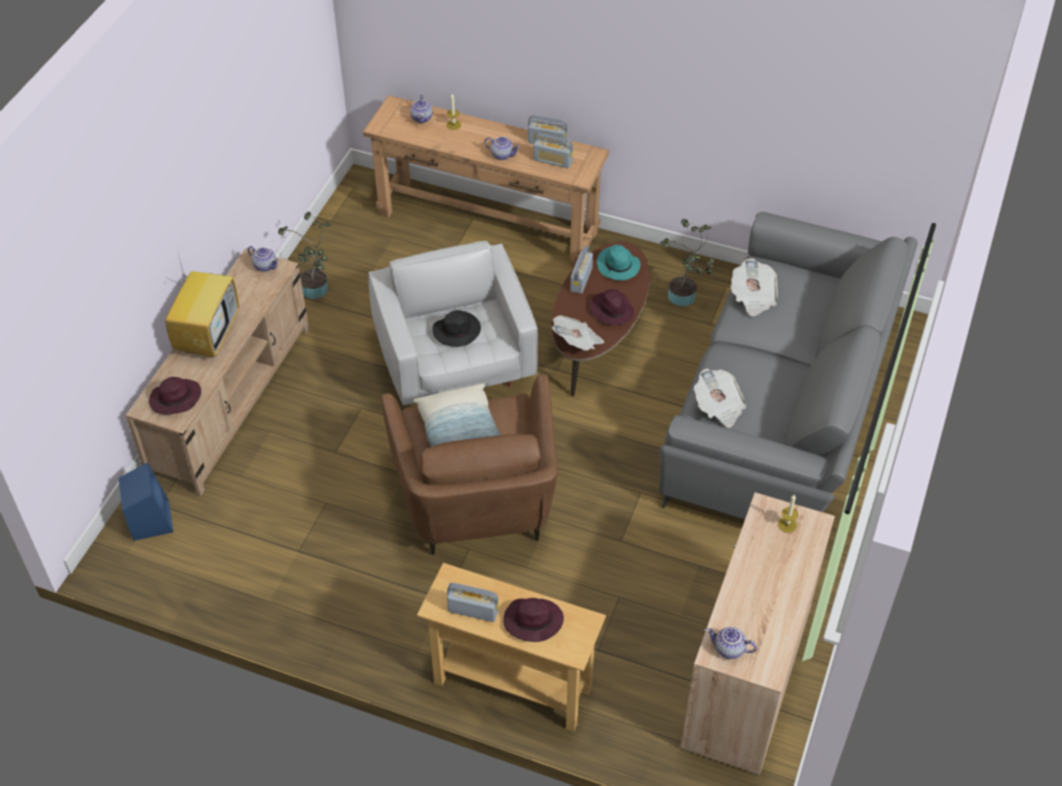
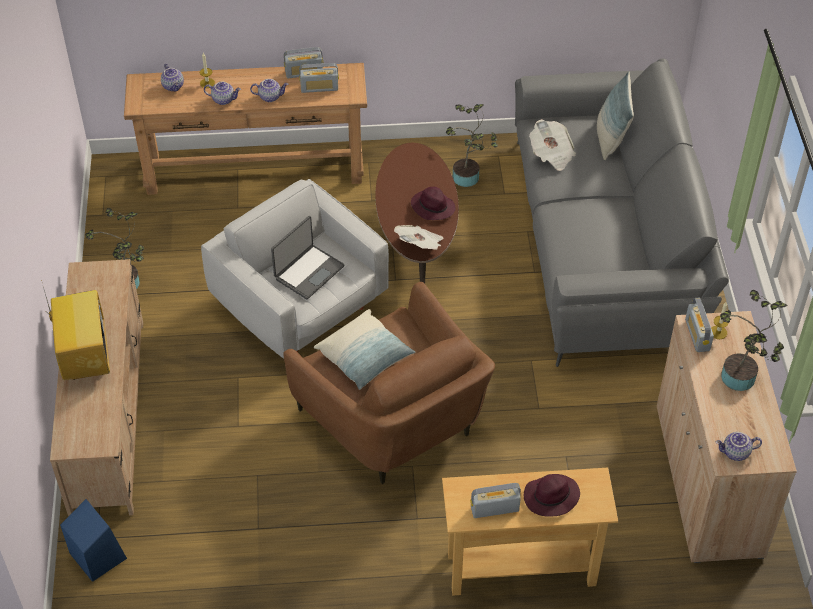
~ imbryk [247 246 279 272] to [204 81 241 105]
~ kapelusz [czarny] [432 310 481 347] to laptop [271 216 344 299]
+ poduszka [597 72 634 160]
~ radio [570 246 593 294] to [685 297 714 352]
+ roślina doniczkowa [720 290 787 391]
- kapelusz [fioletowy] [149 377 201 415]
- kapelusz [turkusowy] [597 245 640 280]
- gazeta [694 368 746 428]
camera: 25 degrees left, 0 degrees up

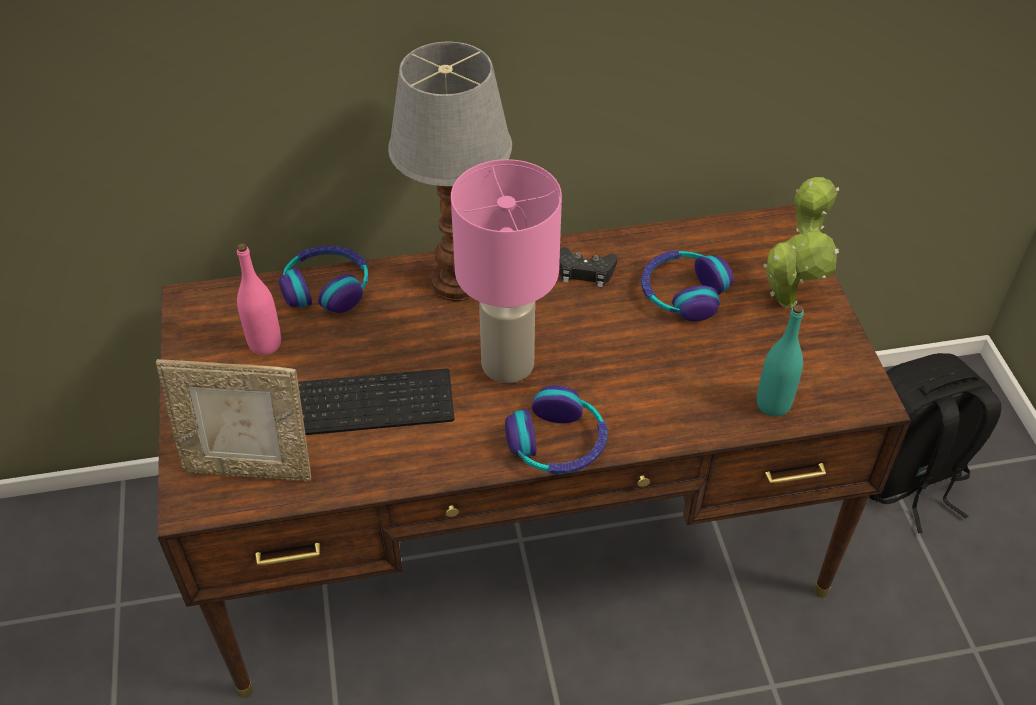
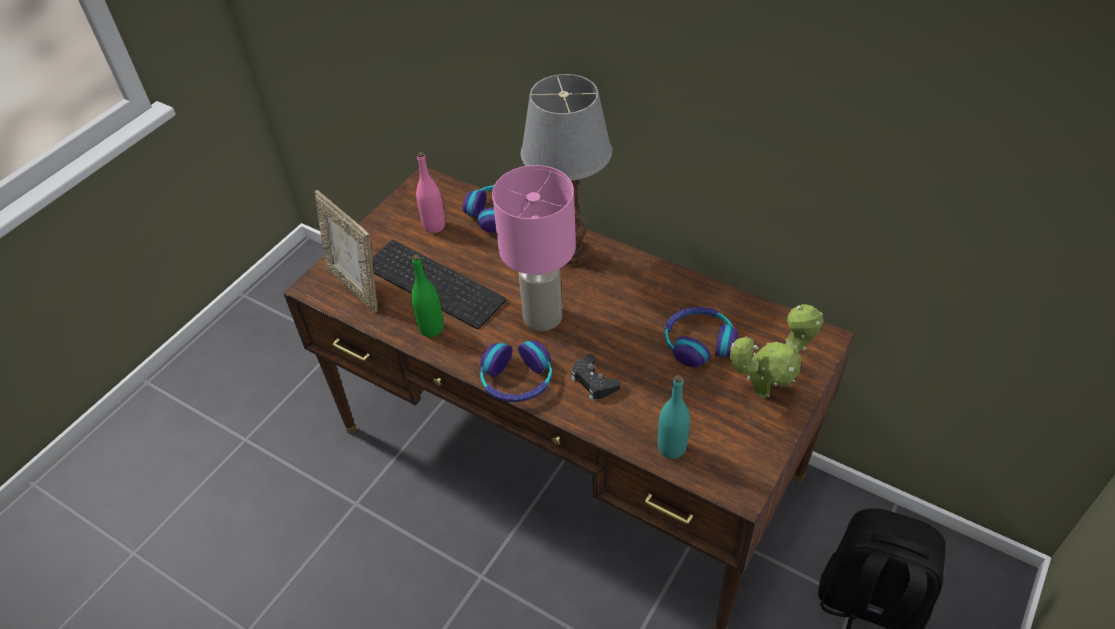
+ butelka [zielony] [411 254 444 337]
~ pad do gier [czarny] [559 247 617 287] to [571 354 620 400]
camera: 45 degrees right, 0 degrees up

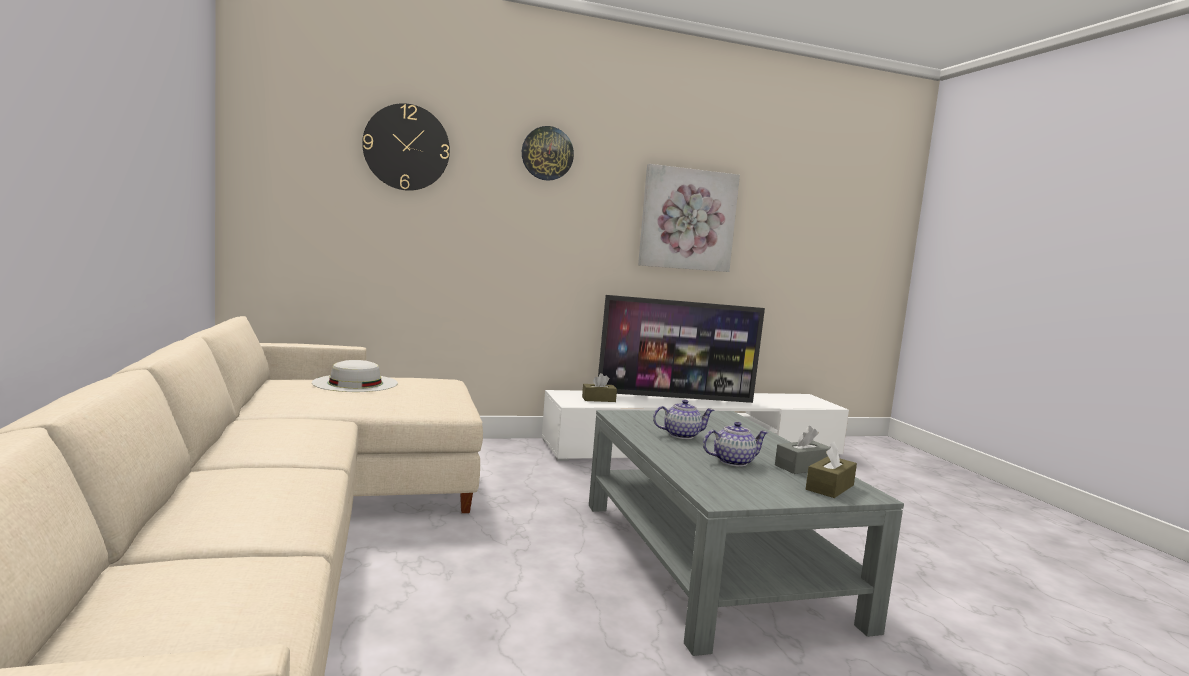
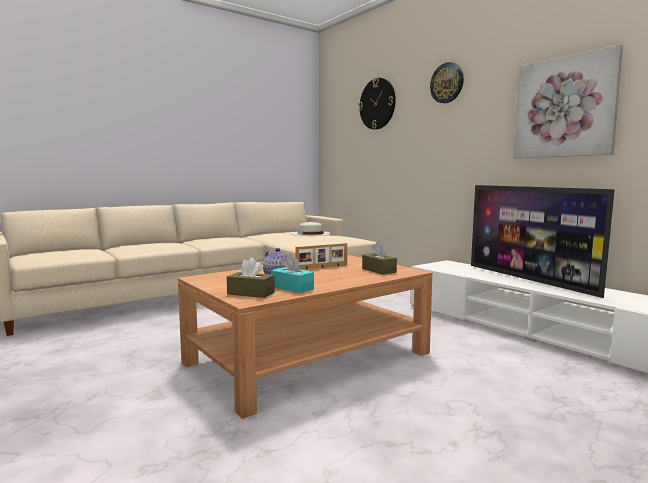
~ ława [szary] [589 410 904 656] to ława [brązowy] [178 255 433 419]
~ pudełko chusteczek [szary] [775 426 830 474] to pudełko chusteczek [turkusowy] [271 254 314 293]
~ imbryk [653 400 715 439] to ramka na zdjęcie [295 243 347 270]
~ pudełko chusteczek [brązowy] [582 373 617 402] to [362 242 397 275]
camera: 70 degrees right, 0 degrees up

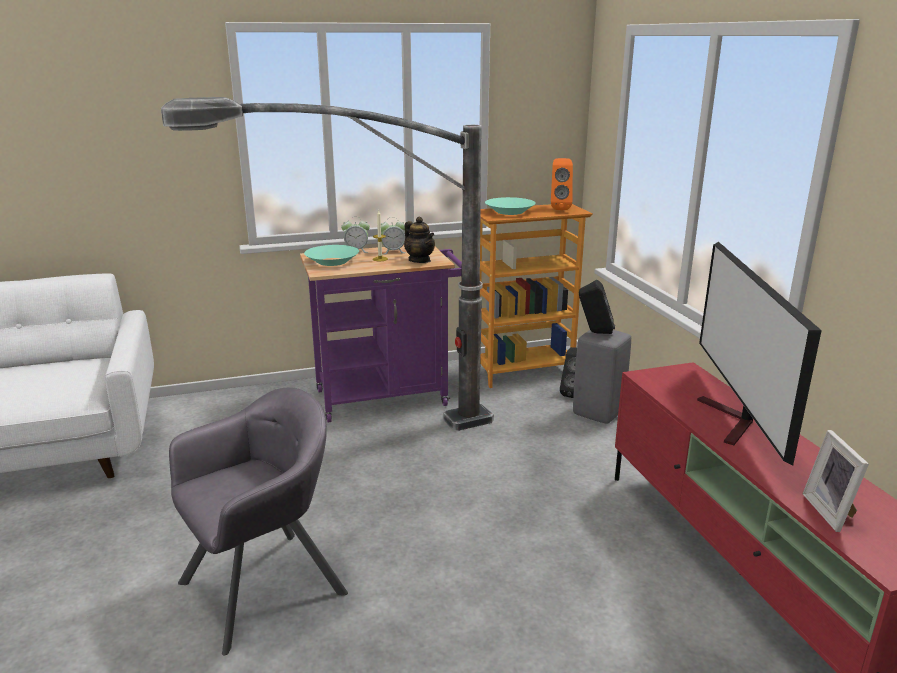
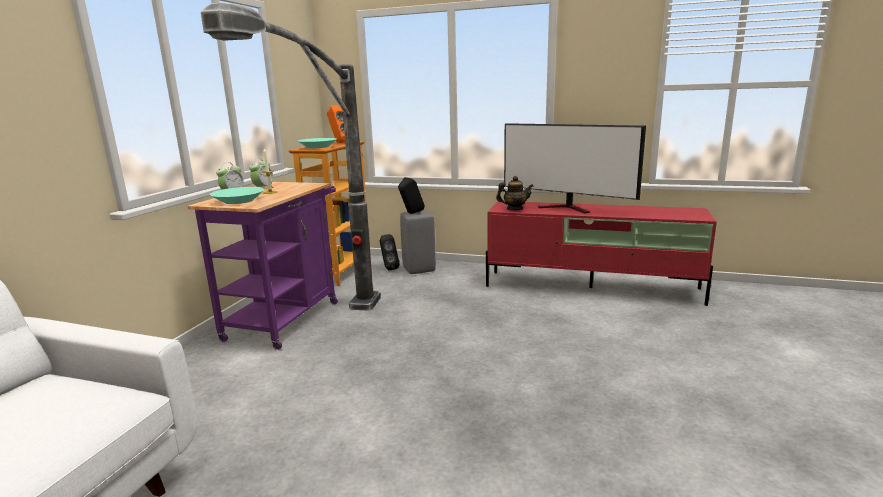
~ imbryk [404 217 435 263] to [496 176 533 210]
- fotel [szary] [169 387 348 656]
- ramka na zdjęcie [803 430 869 532]
camera: 55 degrees left, 5 degrees down

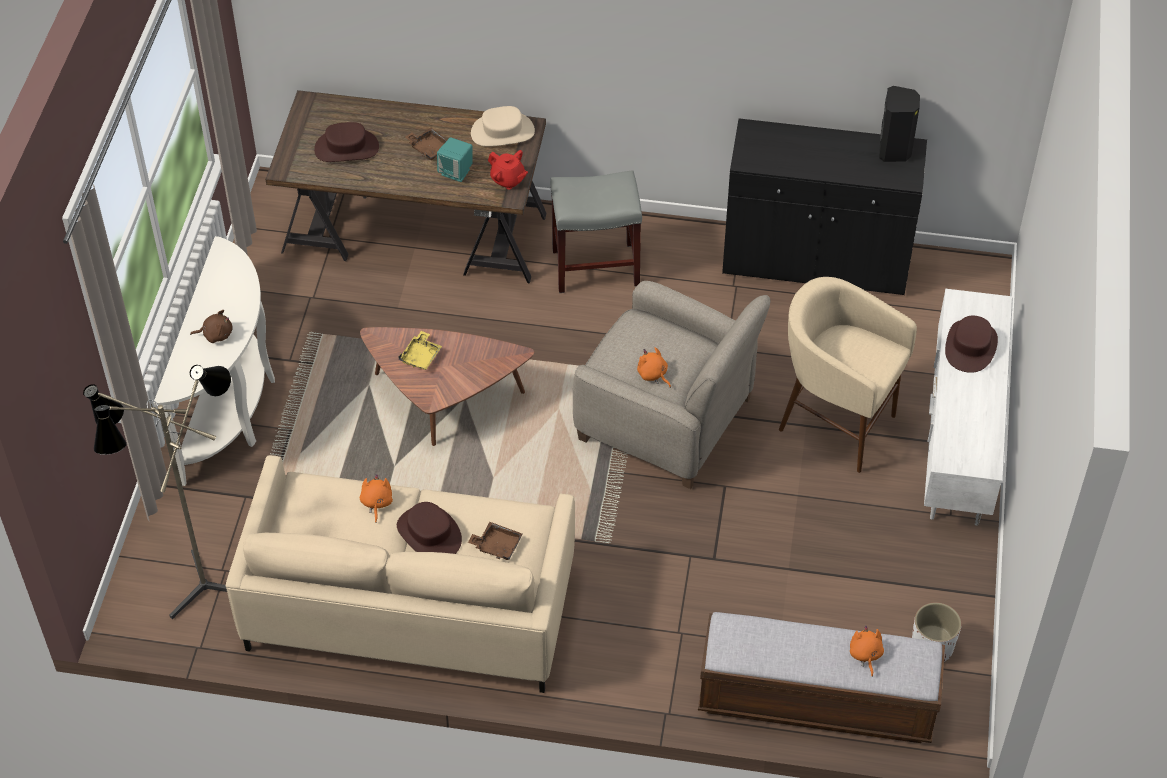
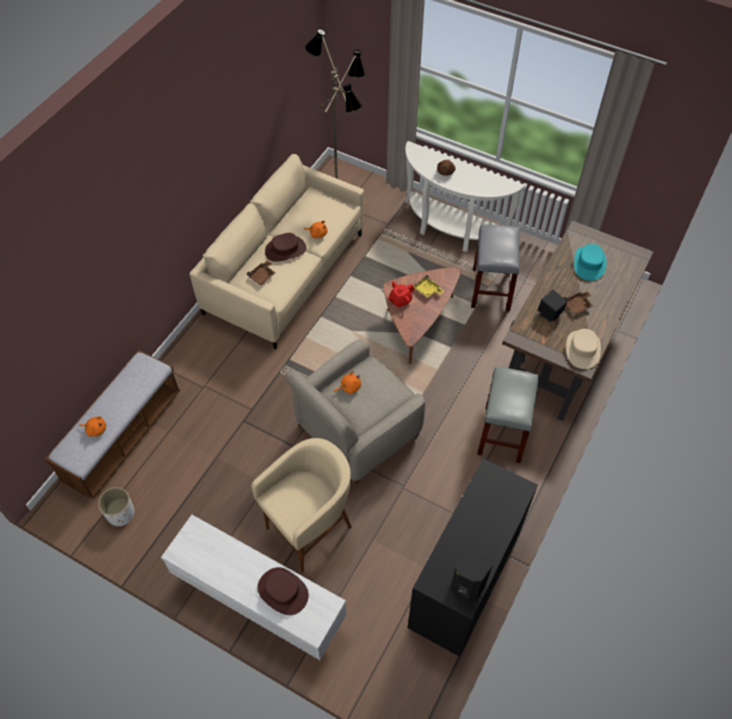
~ imbryk [czerwony] [488 150 528 190] to [387 281 415 308]
+ stołek [szary] [471 224 520 311]
~ głośnik [turkusowy] [437 137 473 182] to głośnik [czarny] [537 290 567 322]
~ kapelusz [brązowy] [314 122 379 162] to kapelusz [turkusowy] [574 244 607 281]
camera: 110 degrees right, 5 degrees up

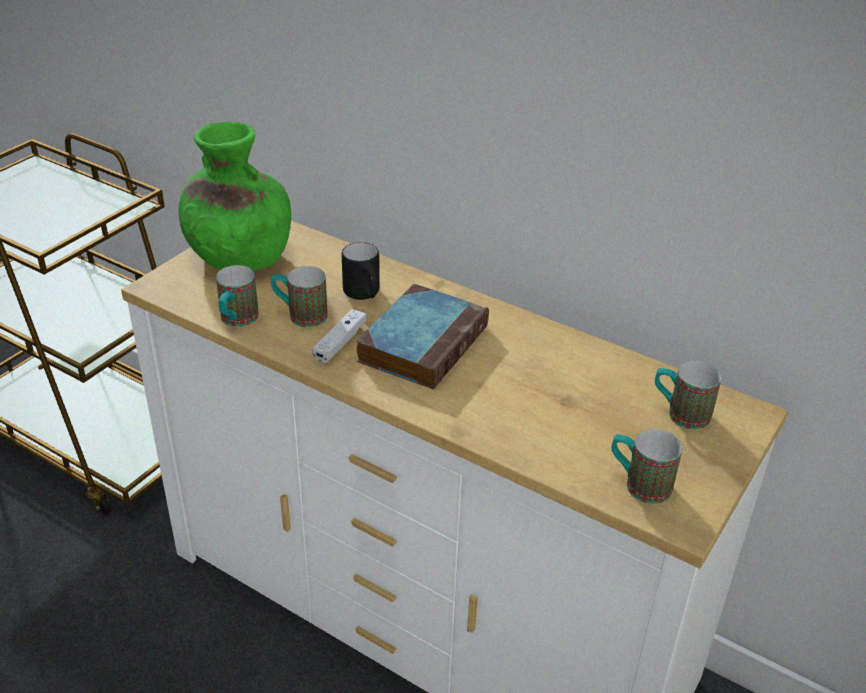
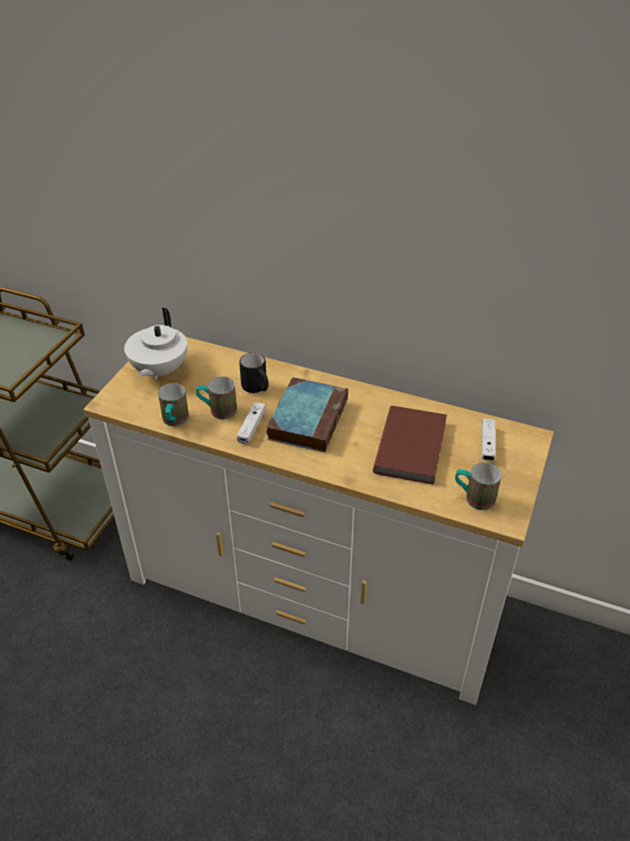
~ wazon [zielony] [178 122 291 271] to imbryk [biały] [124 308 187 381]
+ książka [brązowy] [373 406 447 485]
~ kubek [655 361 722 430] to pad do gier [biały] [481 418 496 461]
camera: 10 degrees left, 5 degrees up

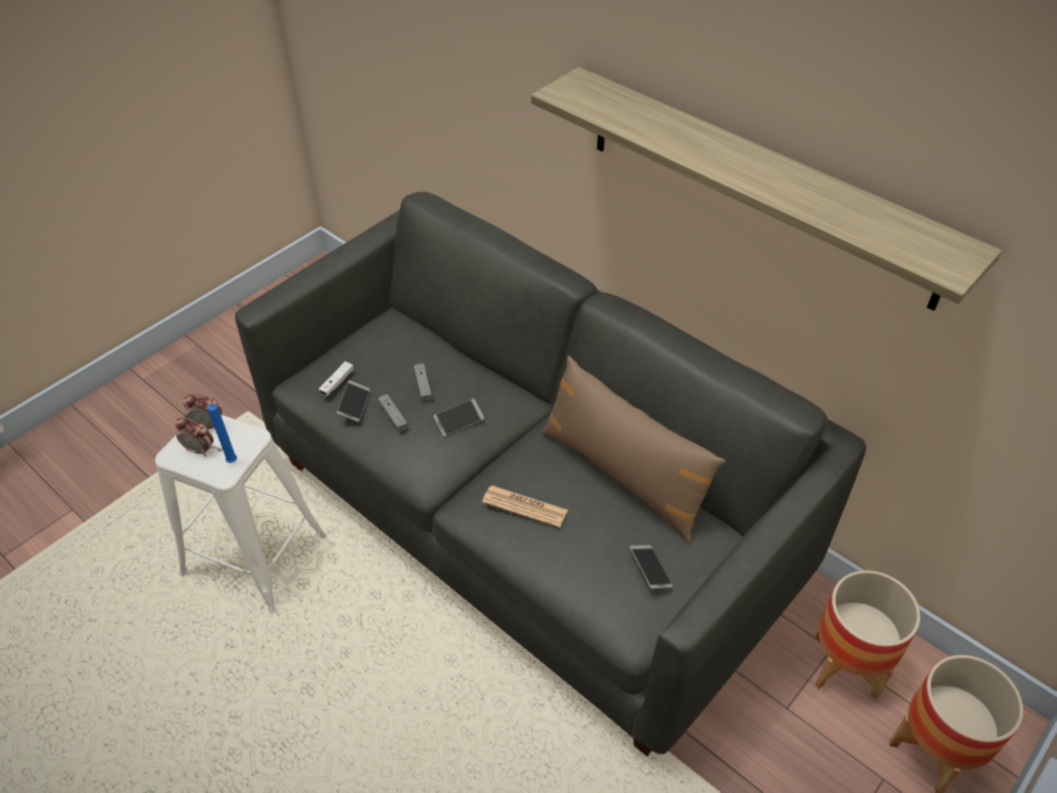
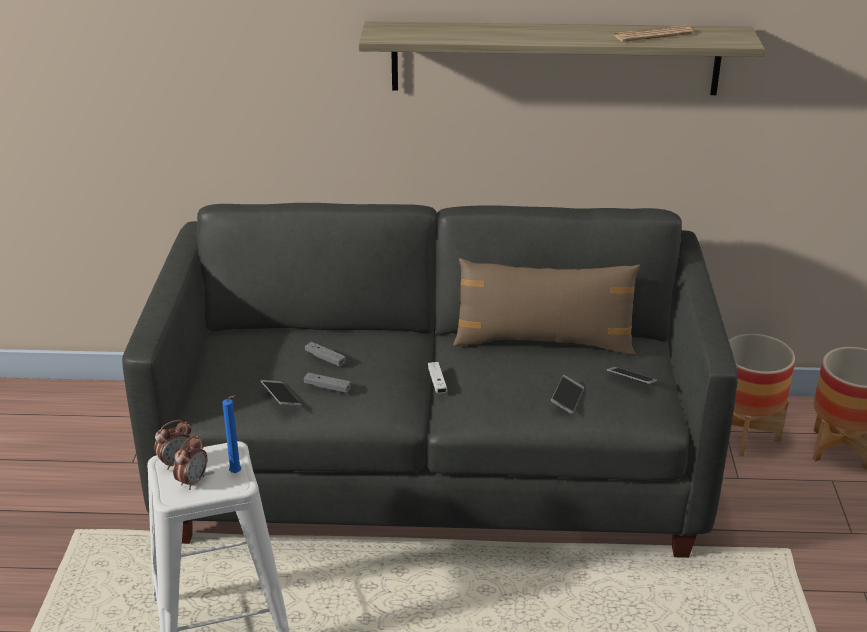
~ budzik [175 417 214 456] = [173 436 207 490] 45 degrees counterclockwise
~ pad do gier [biały] [319 362 354 396] to [428 362 447 394]
~ telefon [433 399 484 436] to [551 375 584 414]
~ gazeta [482 486 568 528] to [614 25 693 42]
camera: 40 degrees left, 15 degrees down

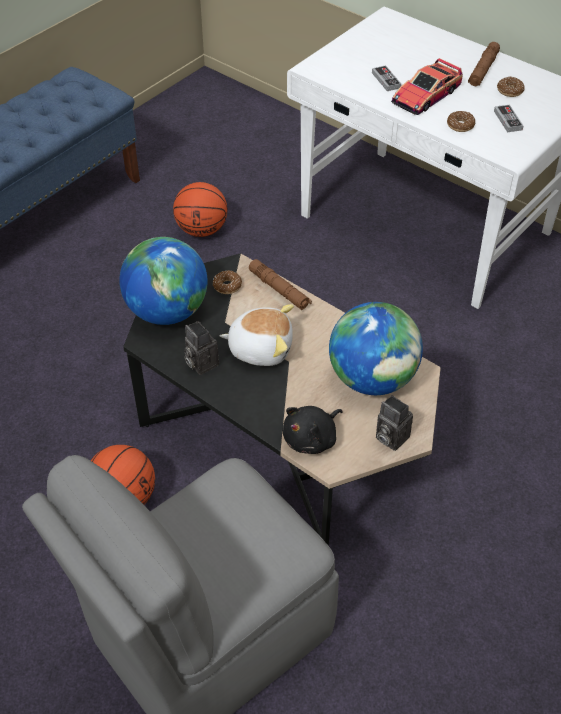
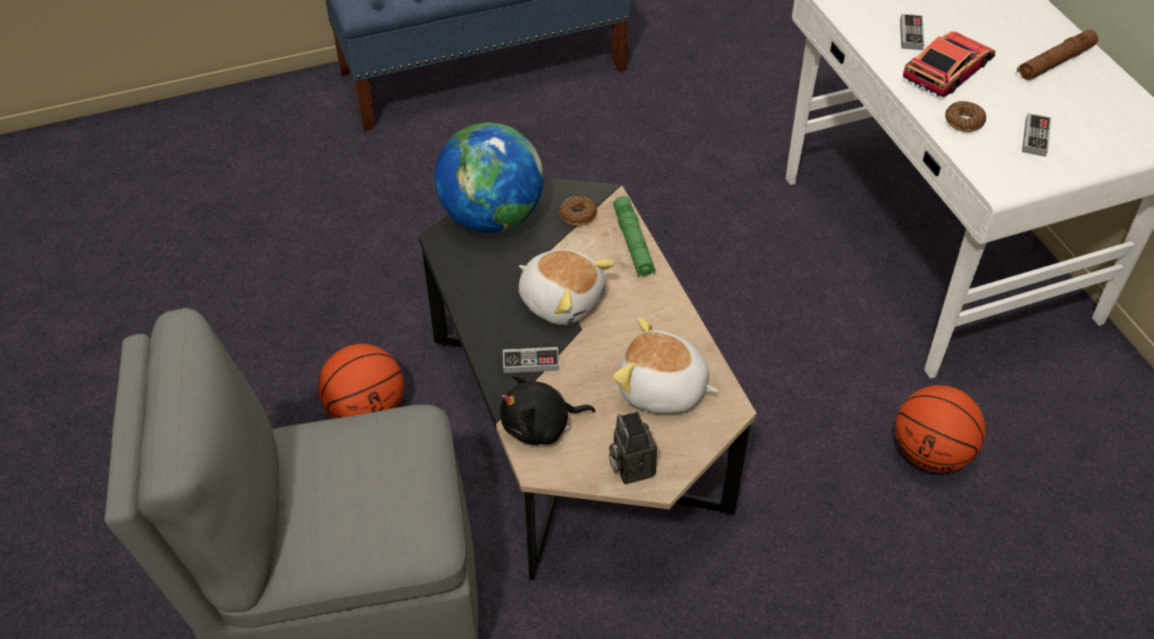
+ pad do gier [503 347 559 373]
~ latarka [brązowy] [249 259 312 310] to latarka [zielony] [613 196 656 277]
~ globus [329 302 423 395] to pluszak [613 317 719 413]
~ piłka do koszykówki [173 182 227 237] to [895 385 986 472]
~ samochodzik [391 58 463 115] = [903 31 996 97] 150 degrees clockwise
- aparat fotograficzny [184 321 219 375]
- donut [497 76 525 97]
camera: 30 degrees right, 0 degrees up

